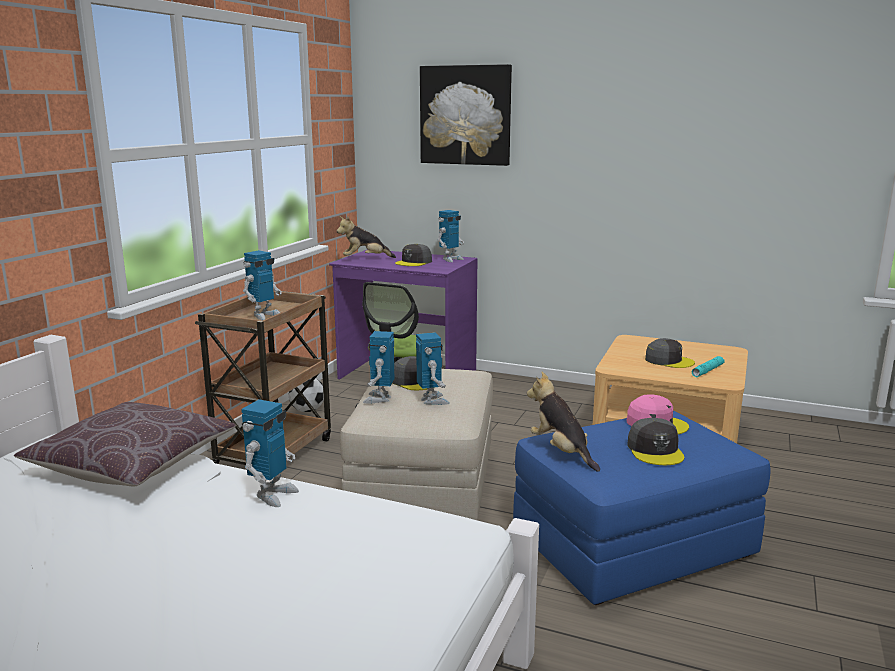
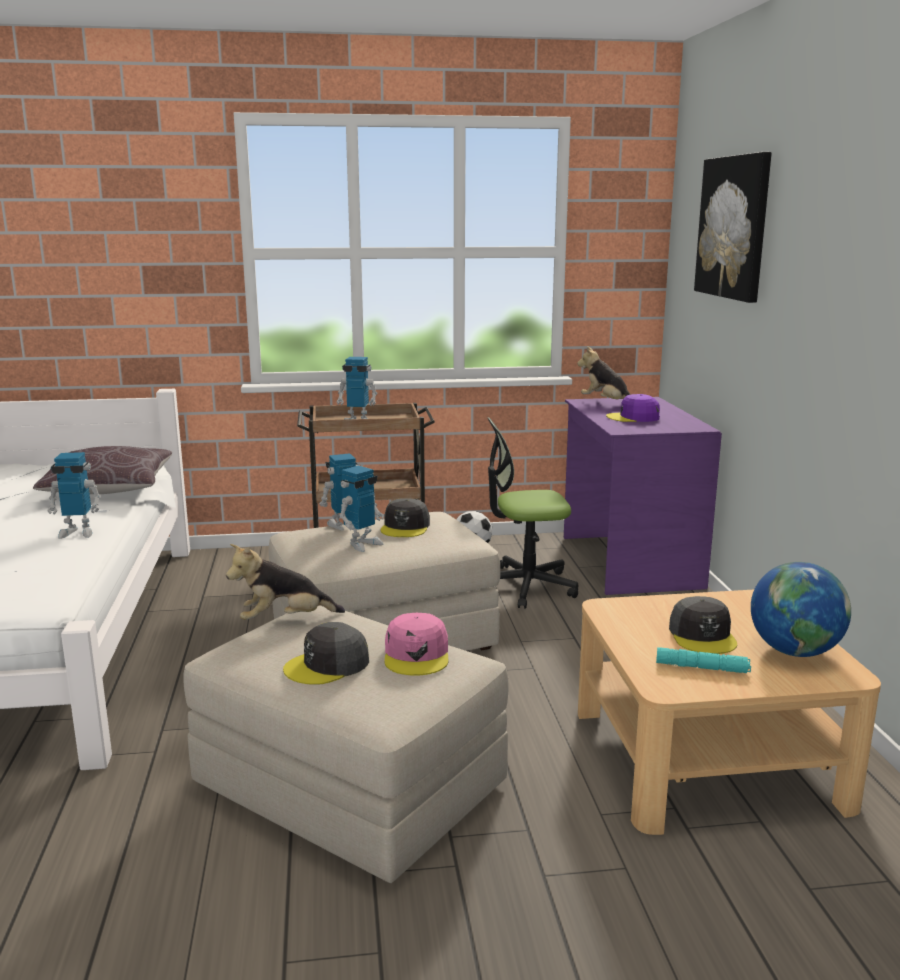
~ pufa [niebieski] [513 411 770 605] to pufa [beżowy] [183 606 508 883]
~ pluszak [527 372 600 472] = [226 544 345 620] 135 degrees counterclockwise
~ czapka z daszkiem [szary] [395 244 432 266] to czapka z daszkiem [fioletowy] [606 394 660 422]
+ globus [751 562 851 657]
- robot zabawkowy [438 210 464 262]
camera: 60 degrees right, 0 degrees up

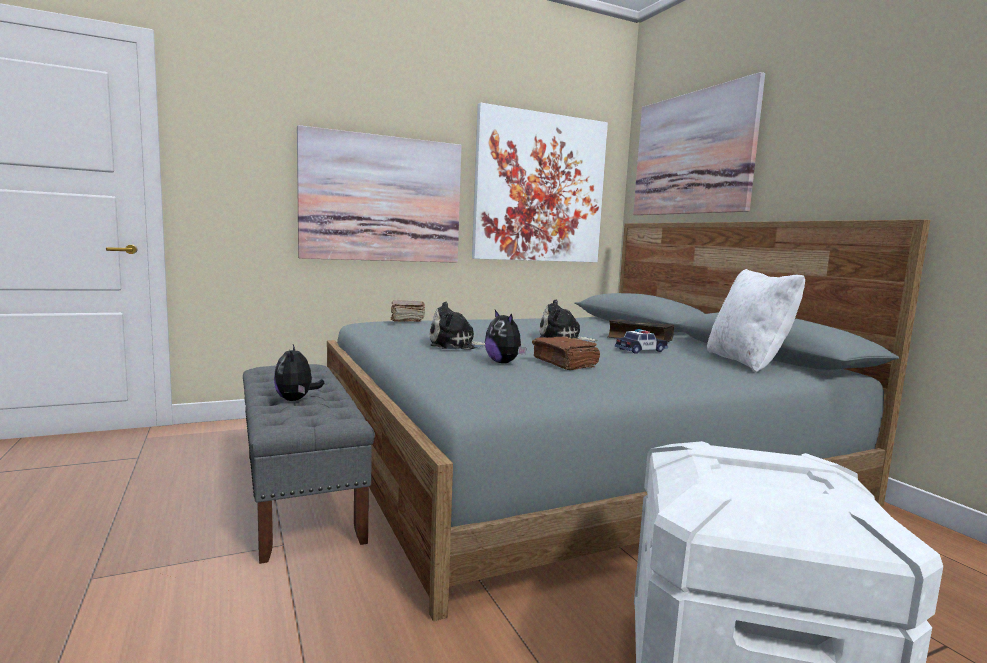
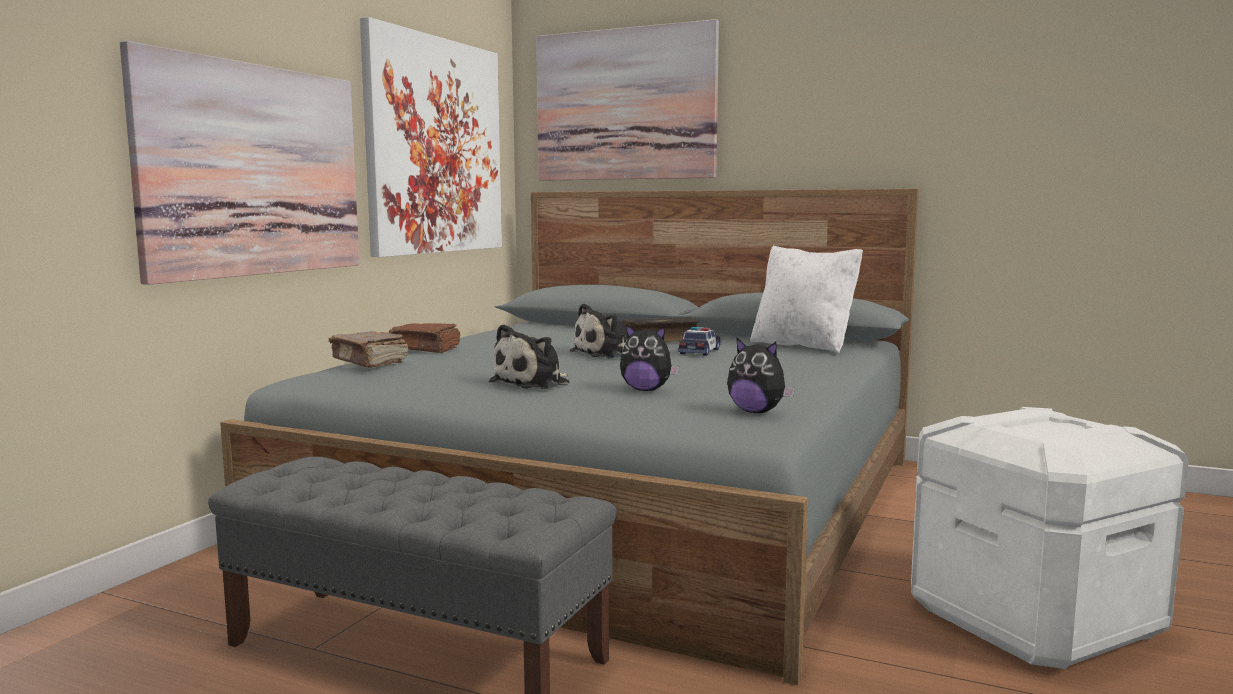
~ książka [brązowy] [532 337 600 370] to [389 323 460 353]
~ pluszak [274 344 324 401] to [727 337 795 413]
camera: 40 degrees left, 0 degrees up

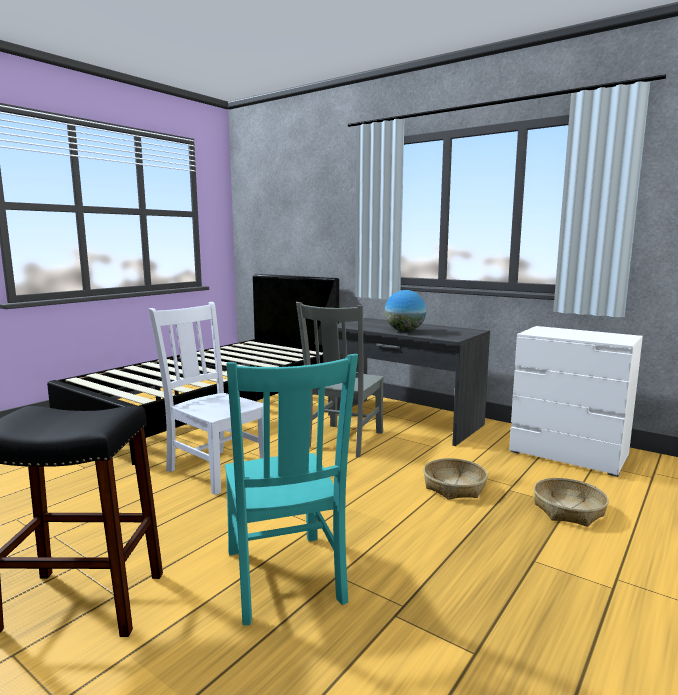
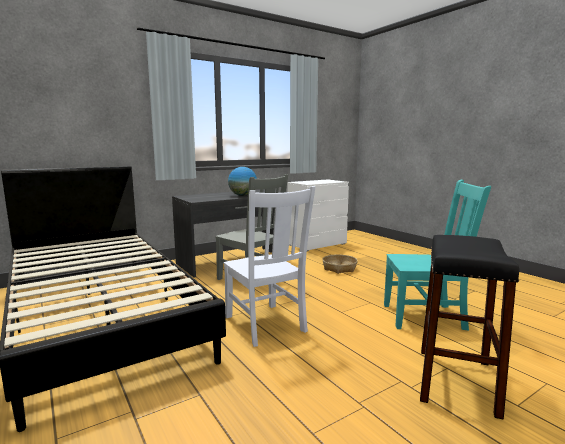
~ krzesło [biały] [148 302 263 495] = [224 186 315 347] 90 degrees counterclockwise
- koszyk [534 478 609 527]
camera: 70 degrees left, 0 degrees up

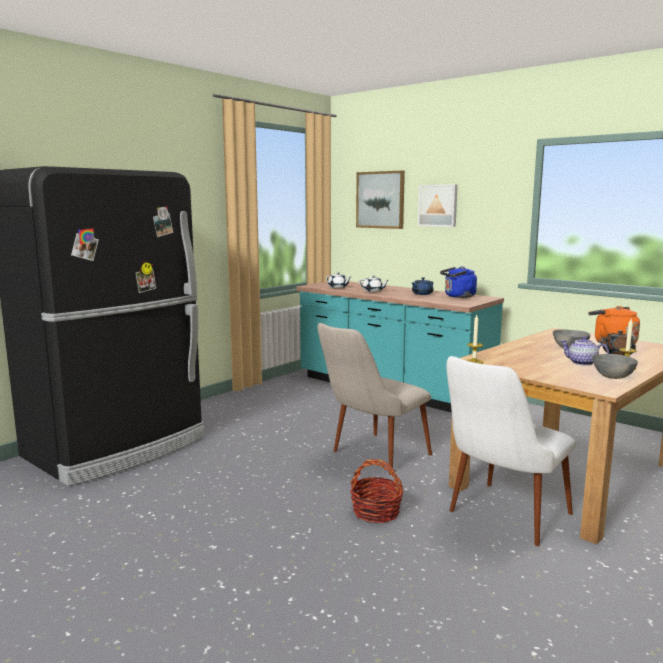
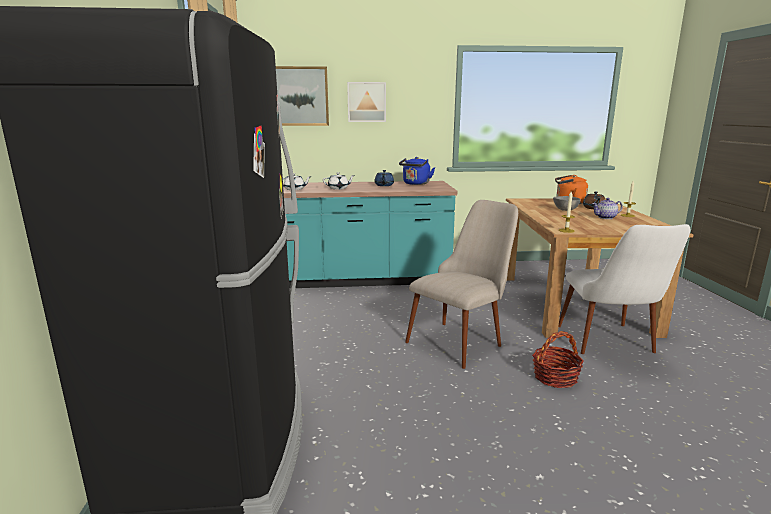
~ krzesło [beżowy] [318 323 432 475] = [405 200 518 369] 135 degrees counterclockwise
- miska [szary] [592 354 638 379]
camera: 45 degrees left, 5 degrees up

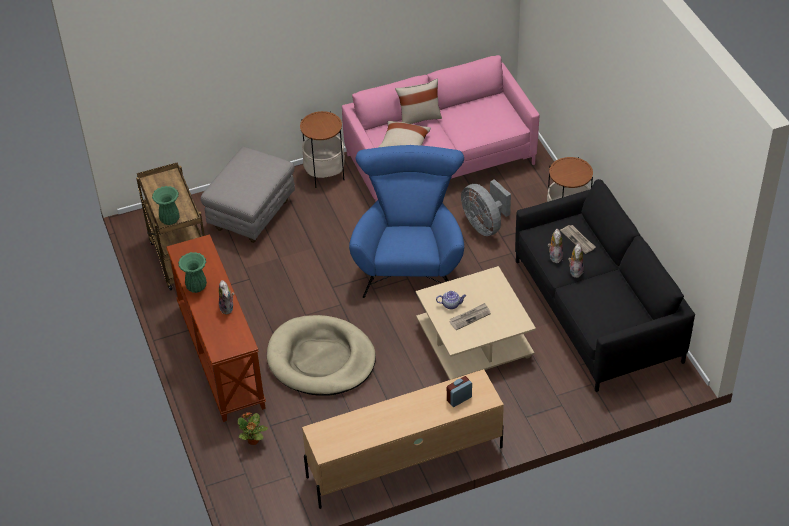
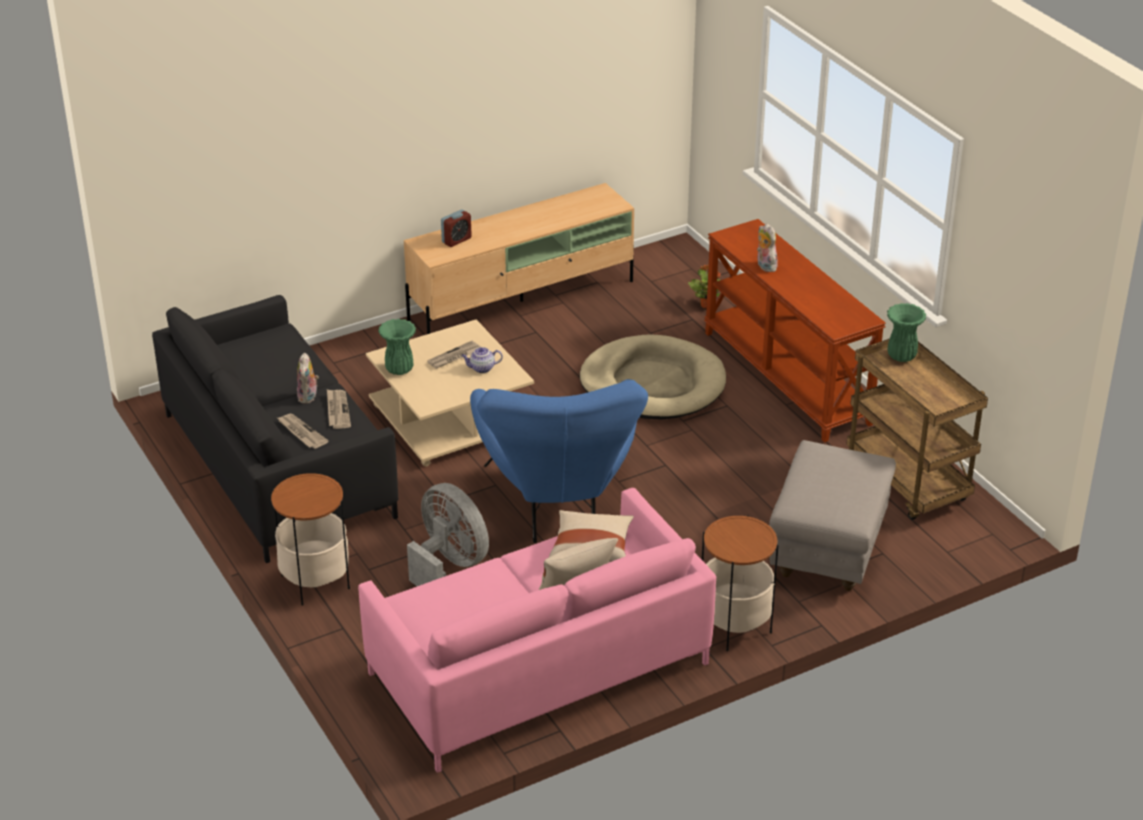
~ pluszak [548 229 563 263] to gazeta [327 390 351 429]
~ wazon [zielony] [178 252 207 293] to [378 319 416 375]
camera: 170 degrees right, 10 degrees down

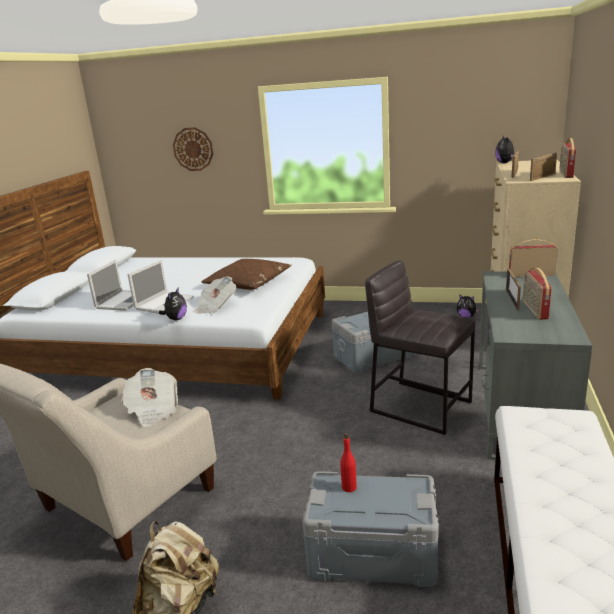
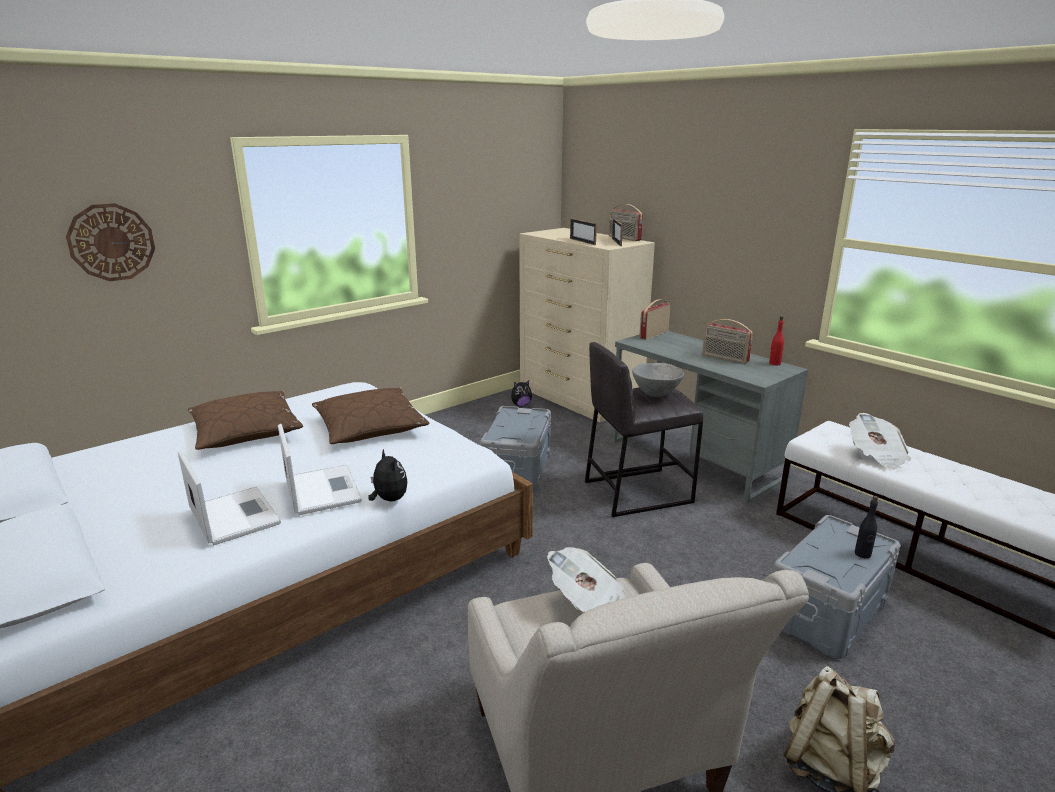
+ poduszka [brązowy] [188 391 303 450]
+ miska [szary] [632 363 684 397]
~ butelka [czerwony] [340 433 357 492] to [769 316 784 365]
~ gazeta [194 277 236 314] to [849 413 911 471]
+ butelka [czarny] [855 496 878 559]
- pluszak [495 136 514 163]
- ramka na zdjęcie [506 268 521 310]
camera: 55 degrees left, 0 degrees up

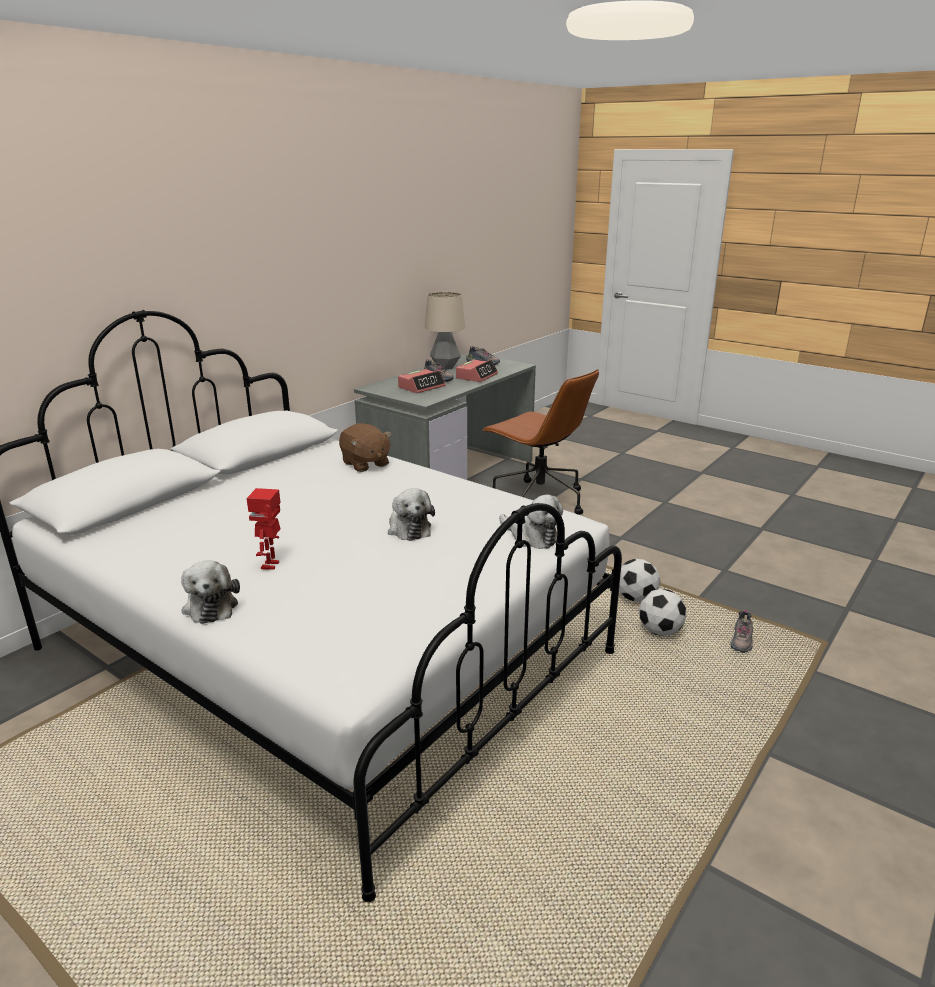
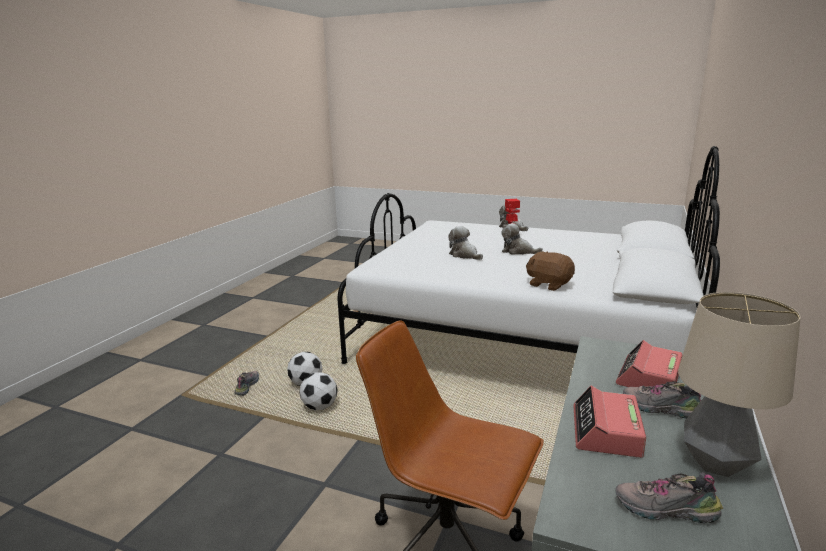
~ pluszak [499 494 563 549] to [501 223 543 255]
camera: 165 degrees right, 5 degrees down

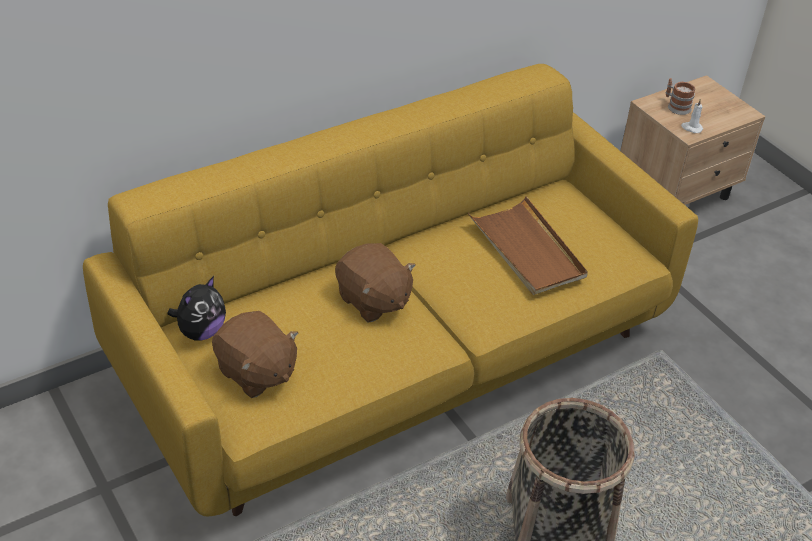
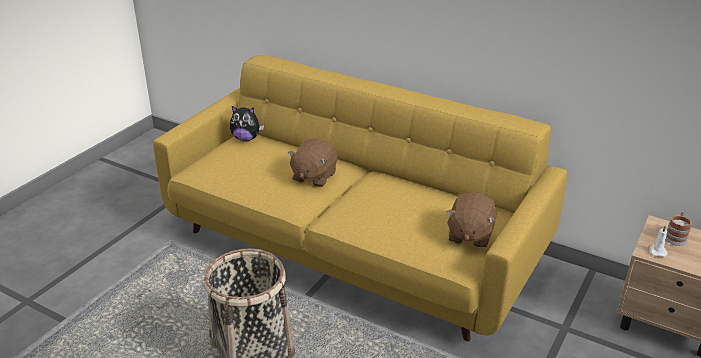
~ pluszak [brązowy] [212 311 298 398] to [446 193 497 248]
- taca [brązowy] [468 196 588 295]
camera: 65 degrees right, 10 degrees down

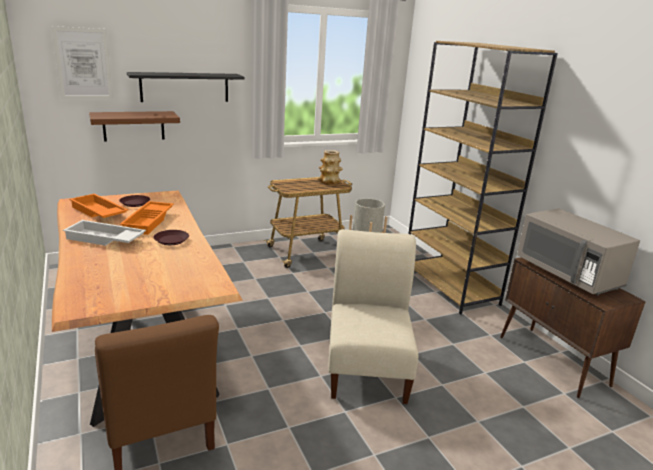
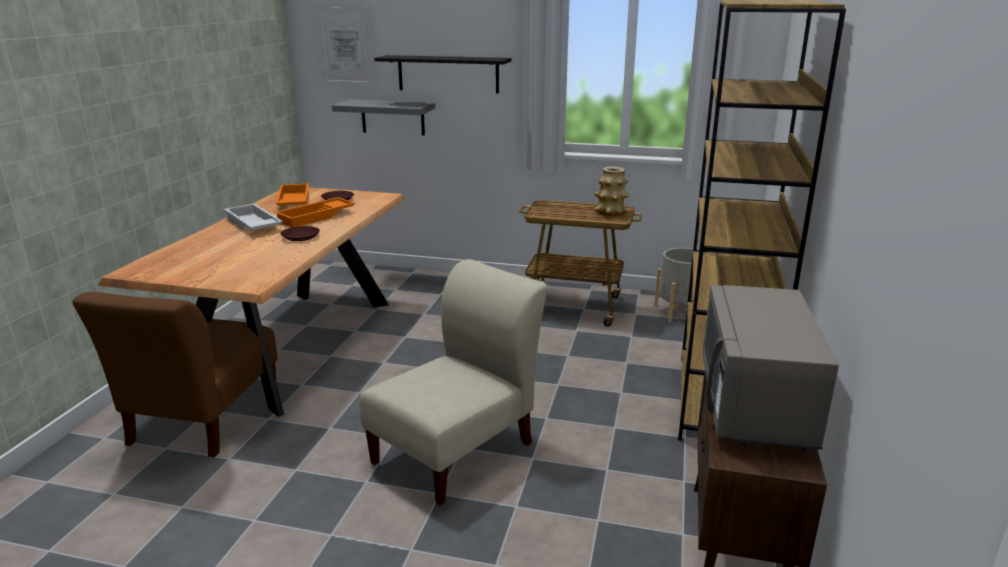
~ półka [brązowy] [89 111 180 141] to półka [szary] [332 99 435 136]
camera: 40 degrees right, 0 degrees up

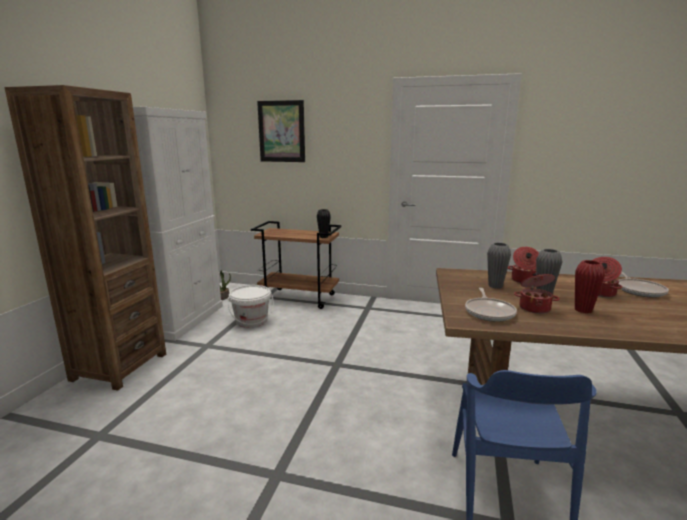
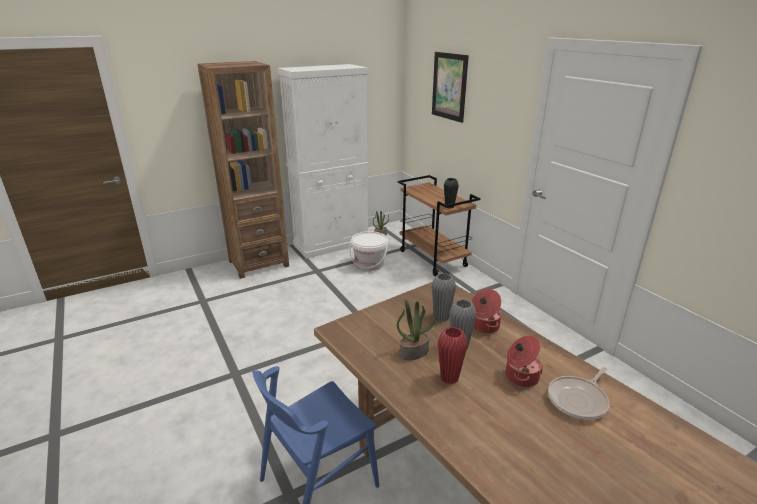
~ garnek [514 273 560 314] to roślina doniczkowa [397 299 436 360]
- patelnia [465 288 517 322]
camera: 45 degrees right, 10 degrees up

